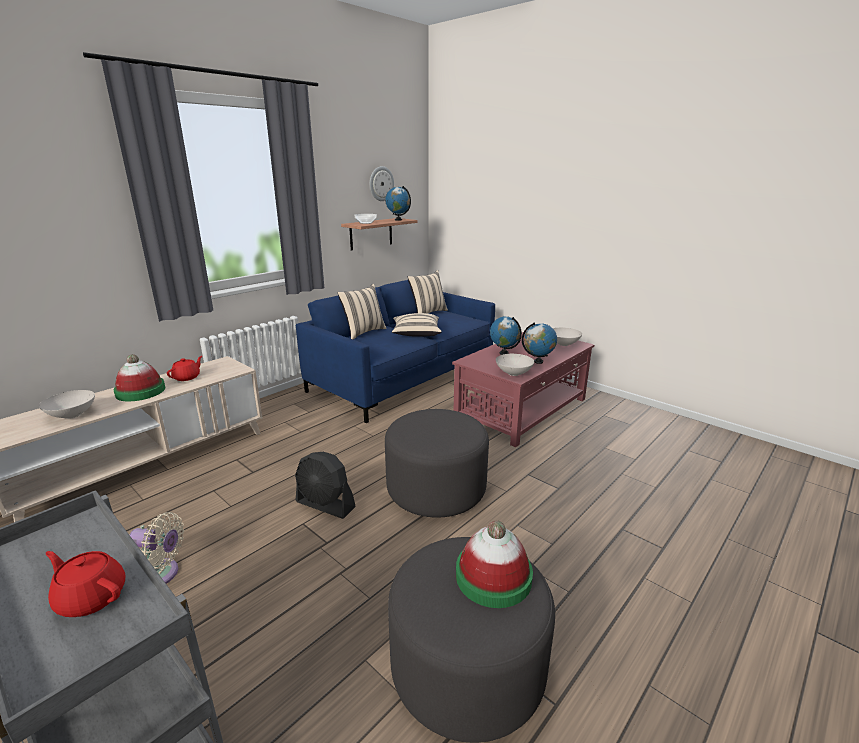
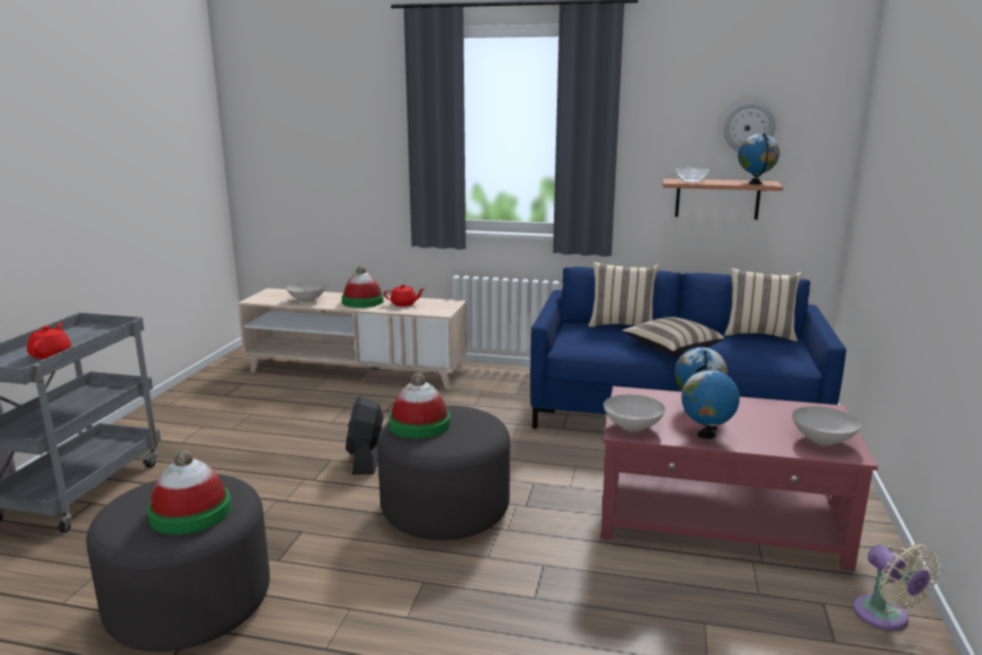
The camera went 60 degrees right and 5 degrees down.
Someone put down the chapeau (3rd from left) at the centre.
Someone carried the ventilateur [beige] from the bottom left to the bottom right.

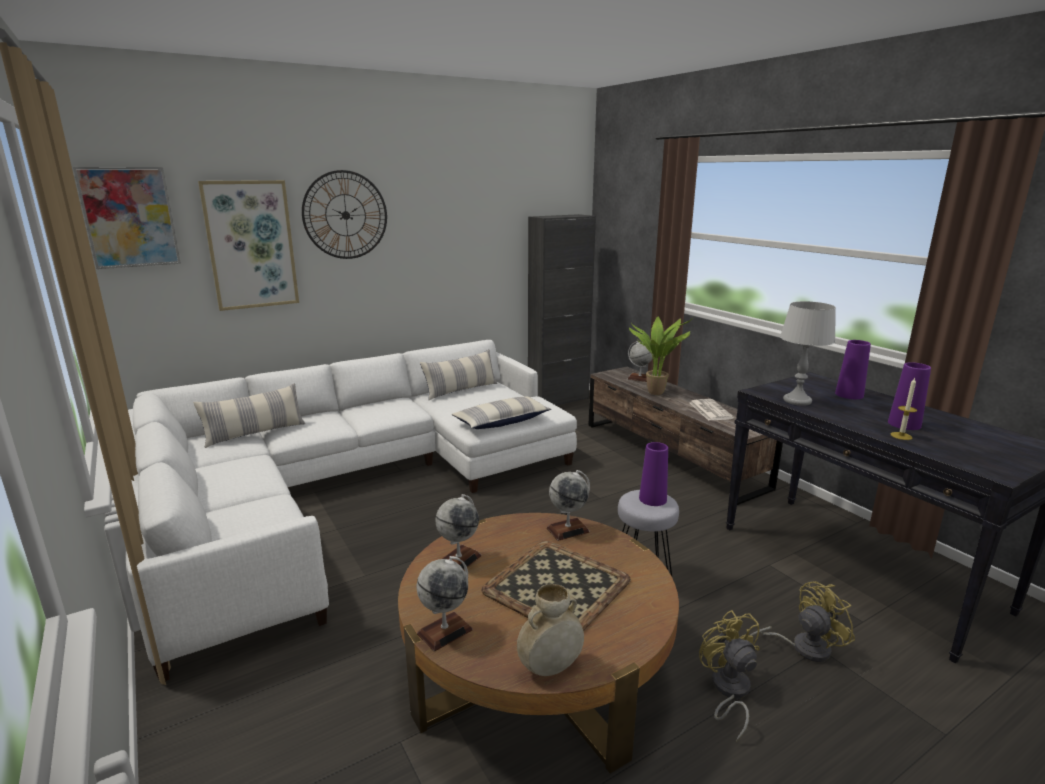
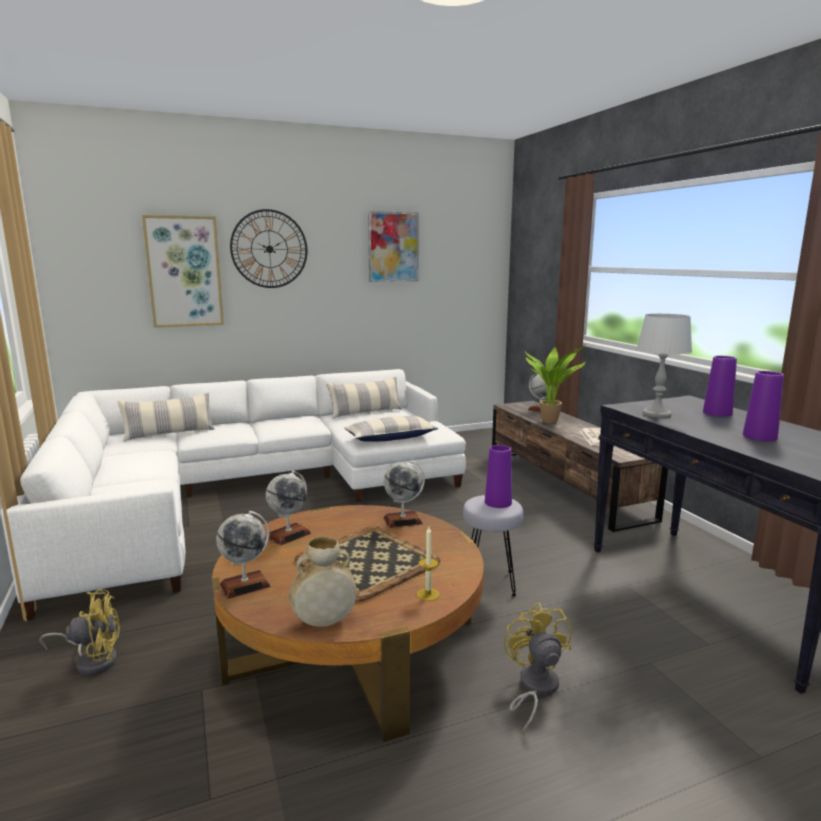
The camera went 10 degrees right and 5 degrees down.
Someone carried the ventilateur [jaune] (2nd from left in the first image) from the bottom right to the bottom left.
Someone carried the tableau (1st from left in the first image) from the top left to the top centre.
Someone carried the bougie from the middle right to the bottom centre.
Someone took away the meuble de rangement [noir] at the centre.

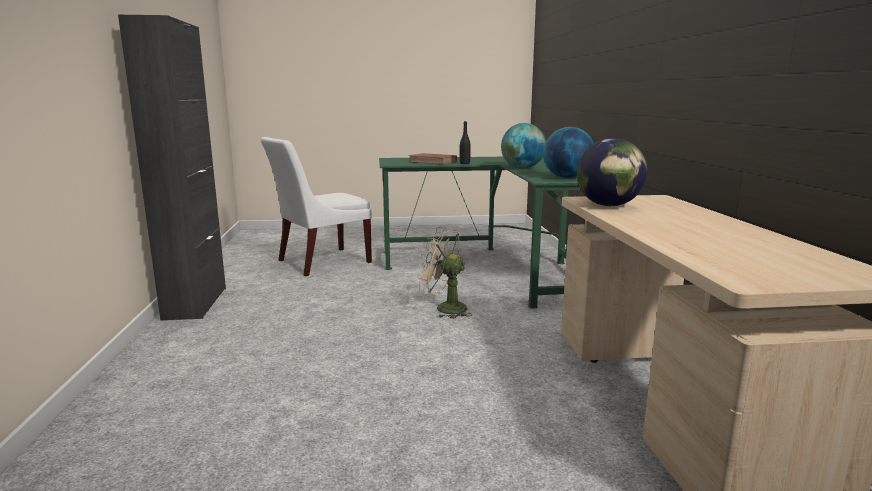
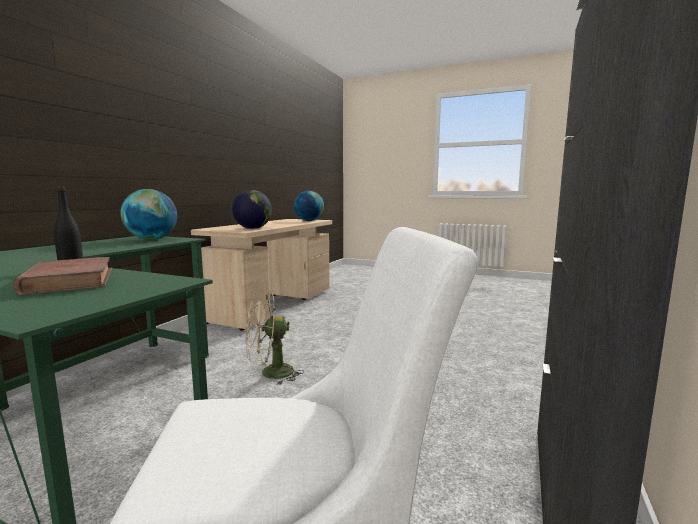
The camera went 150 degrees left and 5 degrees down.
Someone rotated the ventilateur [beige] at the centre by 105 degrees clockwise.
Someone carried the globe (1st from left in the first image) from the top centre to the centre.

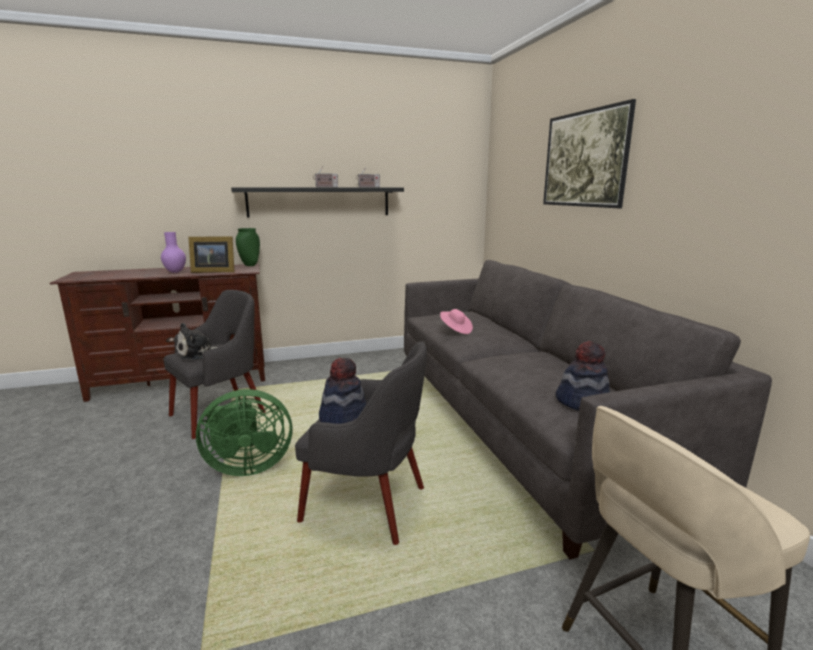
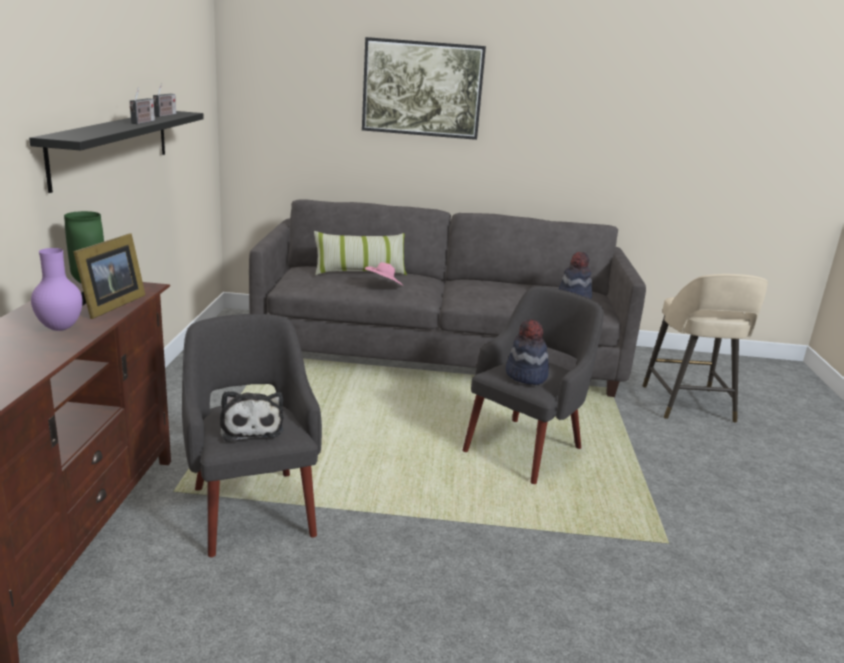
The camera went 70 degrees left and 5 degrees up.
Someone put down the coussin at the centre.
Someone took away the ventilateur [vert] at the middle left.

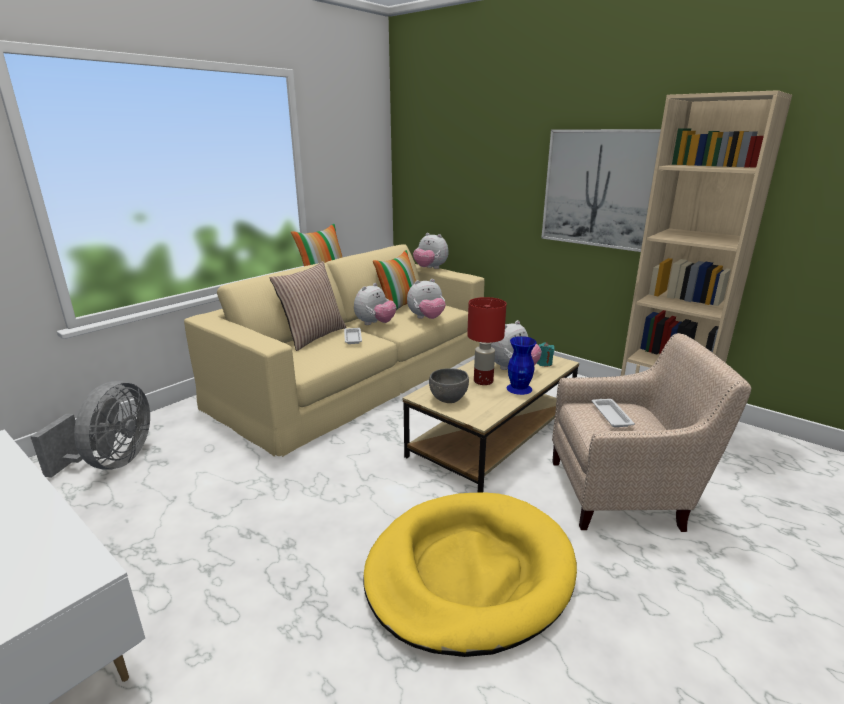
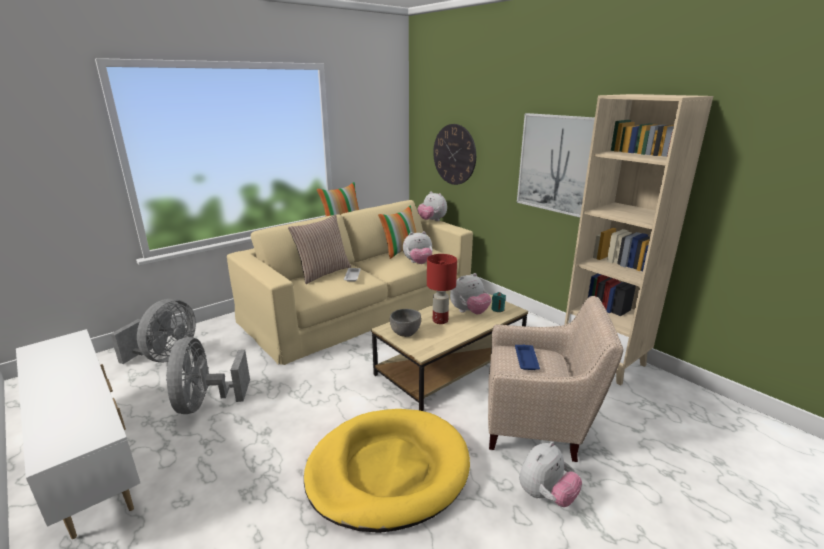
The camera went 10 degrees right and 0 degrees up.
Someone put down the ventilateur [gris] (2nd from left) at the bottom left.
Someone put up the horloge murale at the top centre.
Someone repainted the plateau [blanc] (2nd from left) at the middle right, which became the plateau [bleu] at the centre.
Someone carried the peluche (1st from left in the first image) from the centre to the bottom right.
Someone took away the vase [bleu] at the centre.

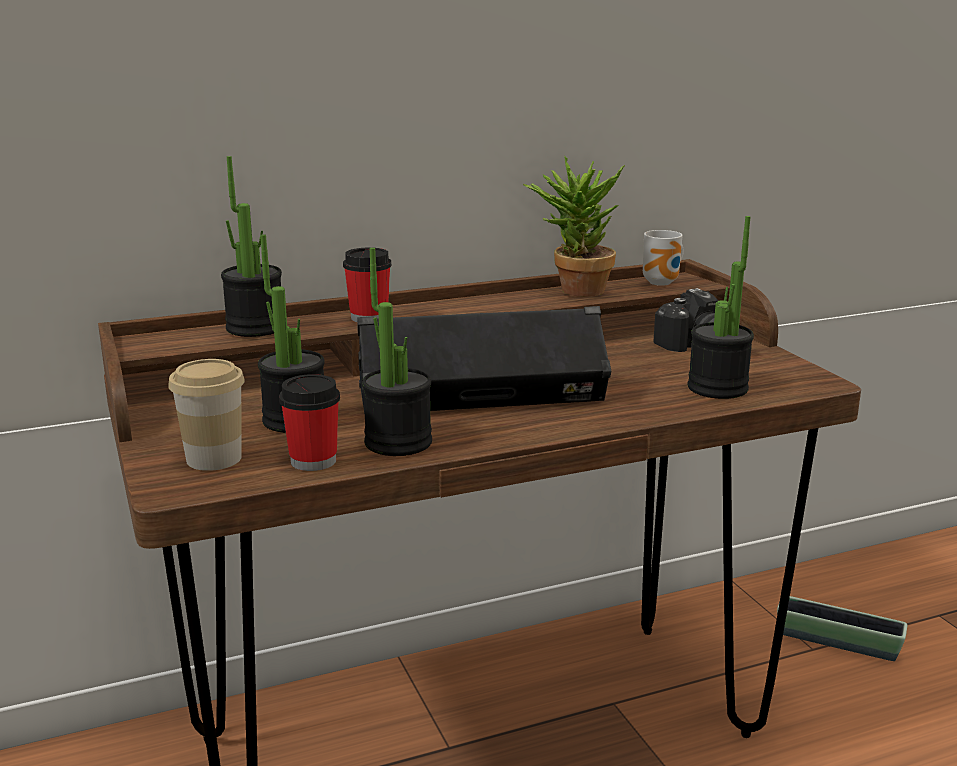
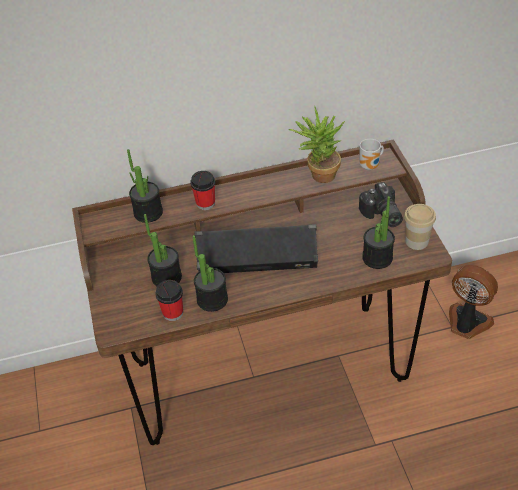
The camera went 10 degrees right and 25 degrees up.
Someone carried the tasse (1st from left in the first image) from the middle left to the middle right.
Someone swapped the cache-pot at the bottom right for the ventilateur at the middle right.

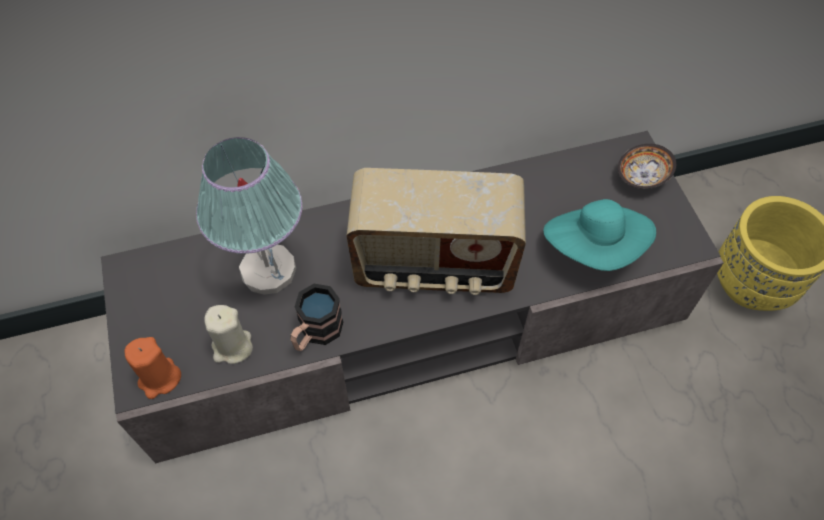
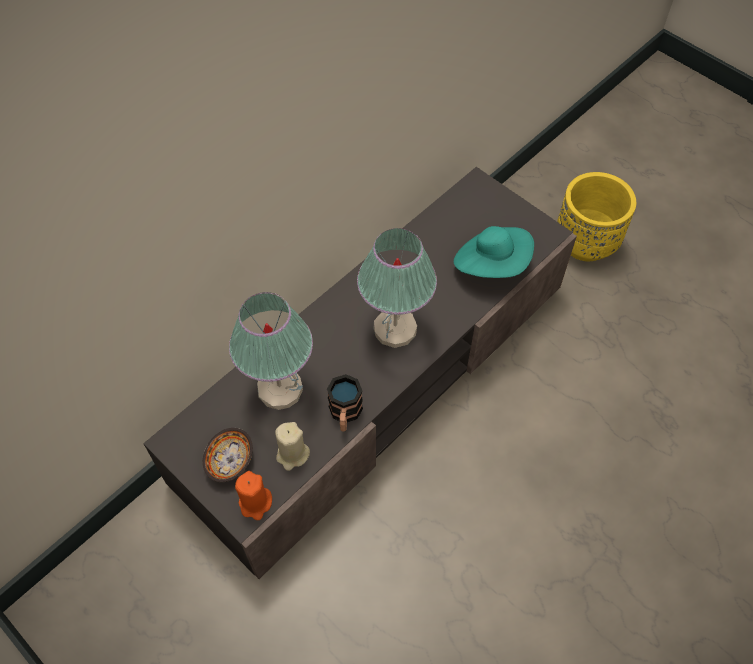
The camera went 30 degrees left and 0 degrees up.
Someone carried the bol from the top right to the bottom left.
Someone swapped the radio at the centre for the lampe de table (2nd from left) at the centre.

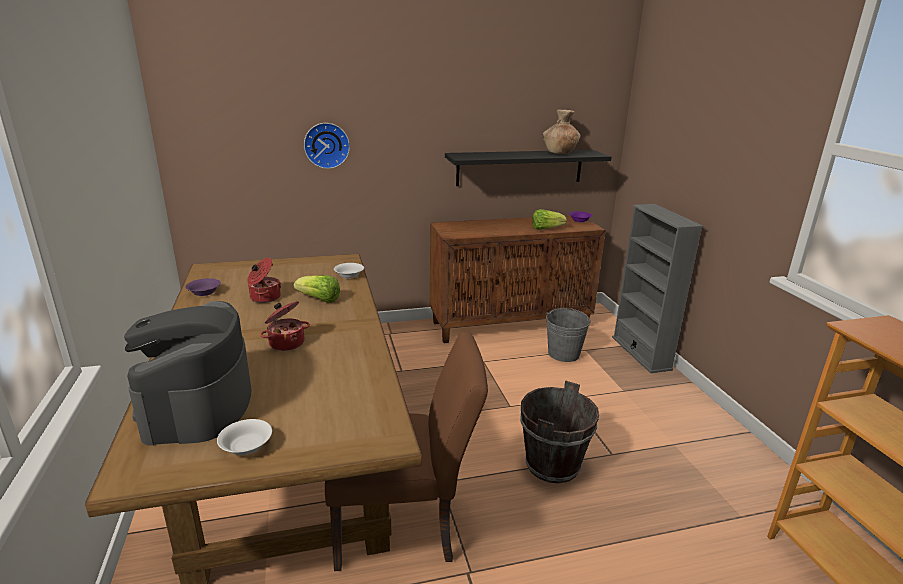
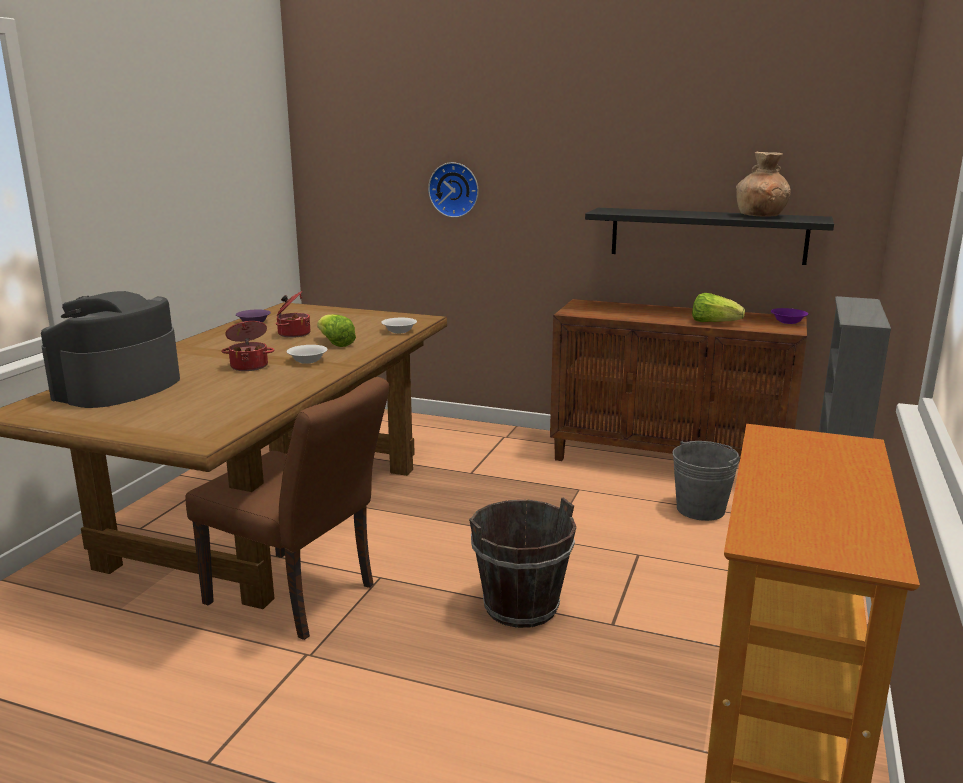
The camera went 35 degrees right and 5 degrees down.
Someone carried the bol [blanc] (1st from left) from the bottom left to the middle left.

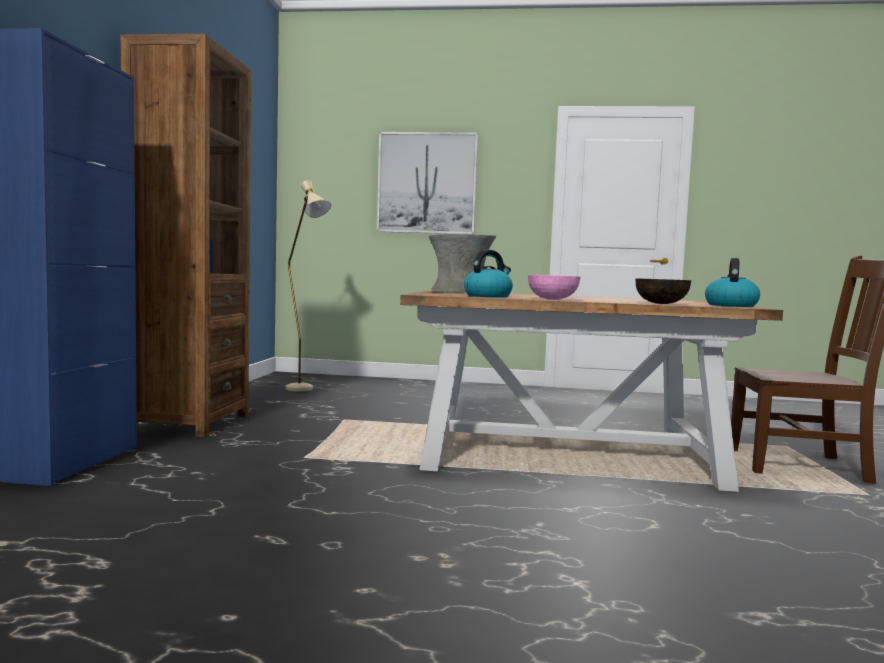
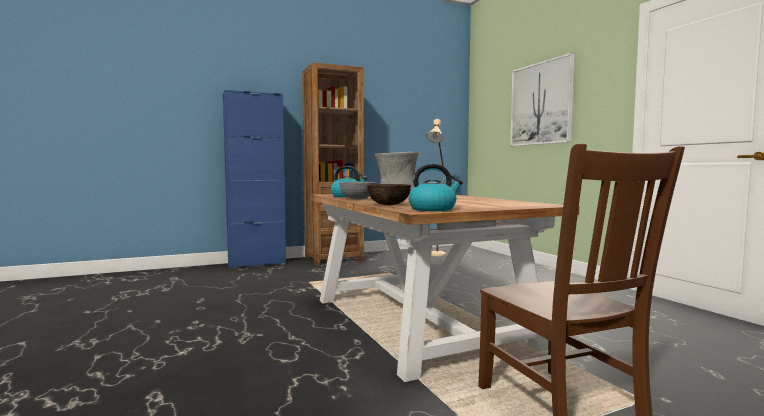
The camera went 60 degrees right and 0 degrees up.
Someone repainted the bol [rose] at the centre, which became the bol [gris] at the centre.

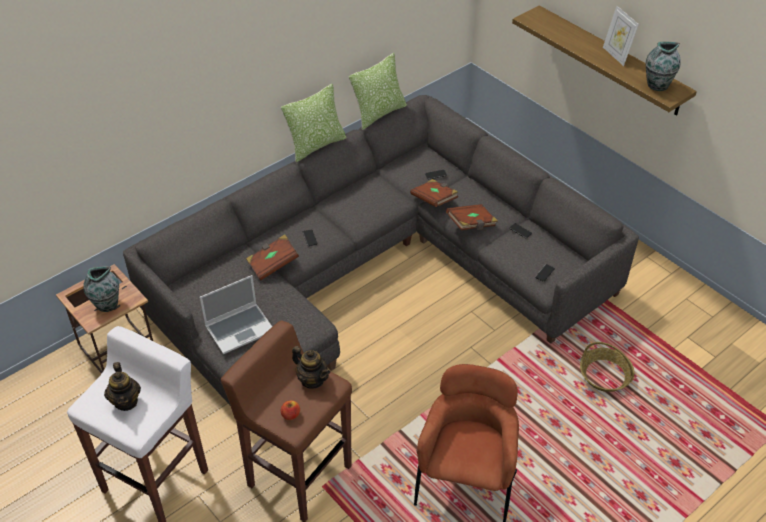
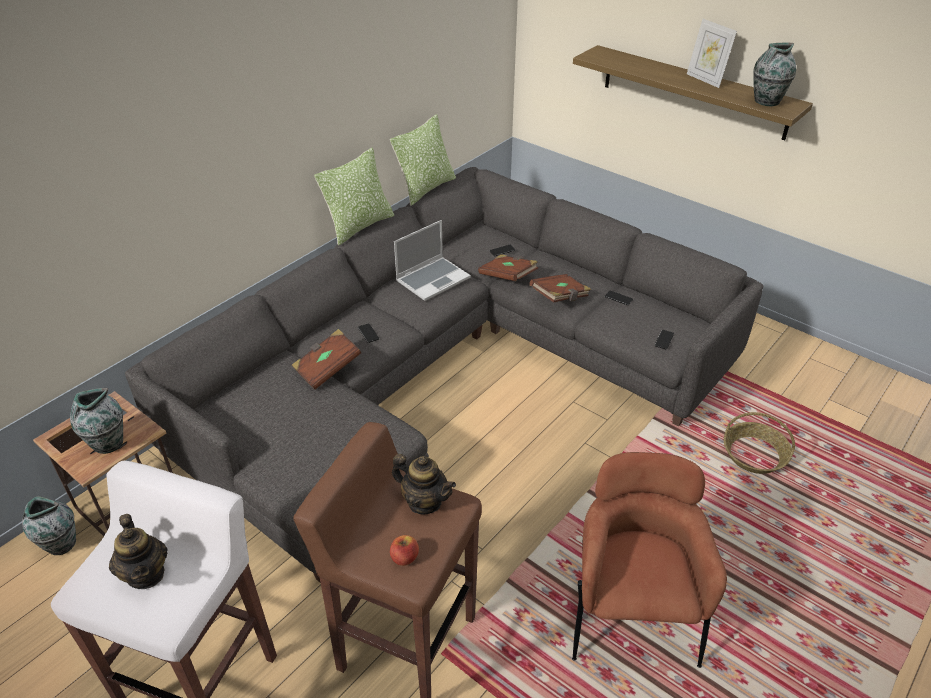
The camera went 10 degrees left and 5 degrees down.
Someone put down the vase (1st from left) at the bottom left.
Someone carried the ordinateur portable from the middle left to the centre.

